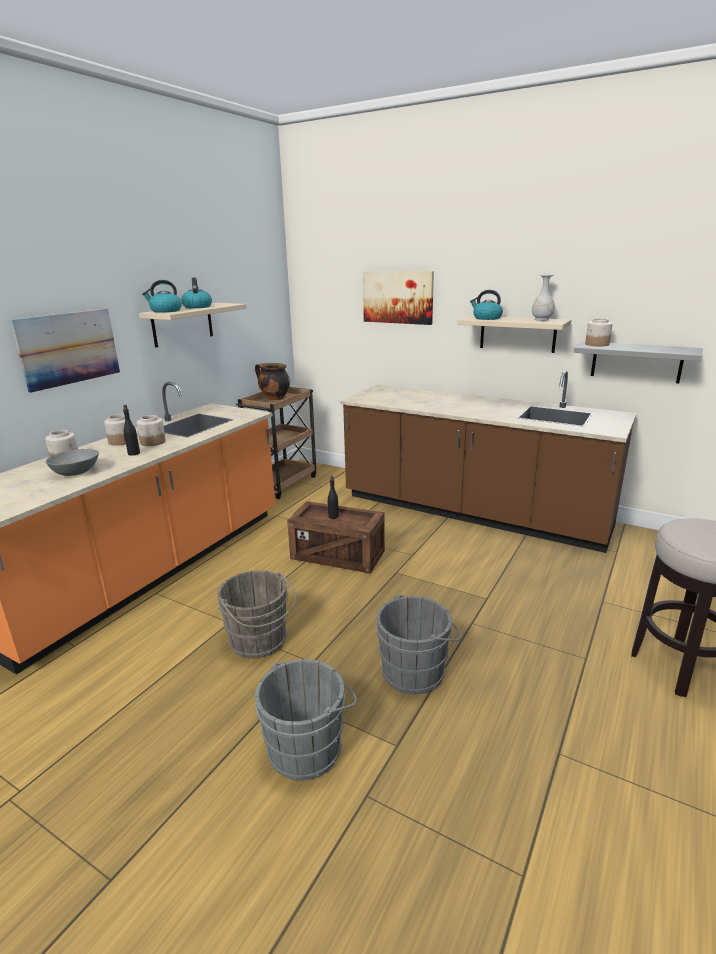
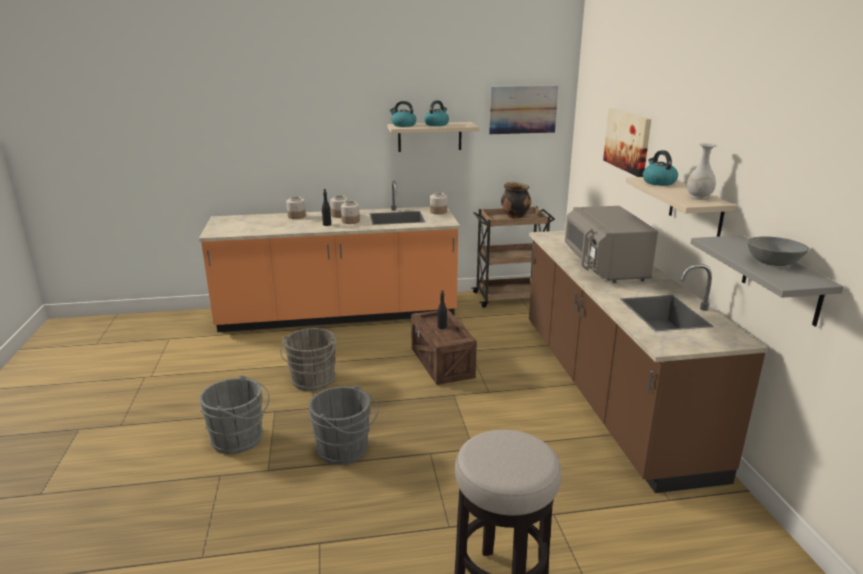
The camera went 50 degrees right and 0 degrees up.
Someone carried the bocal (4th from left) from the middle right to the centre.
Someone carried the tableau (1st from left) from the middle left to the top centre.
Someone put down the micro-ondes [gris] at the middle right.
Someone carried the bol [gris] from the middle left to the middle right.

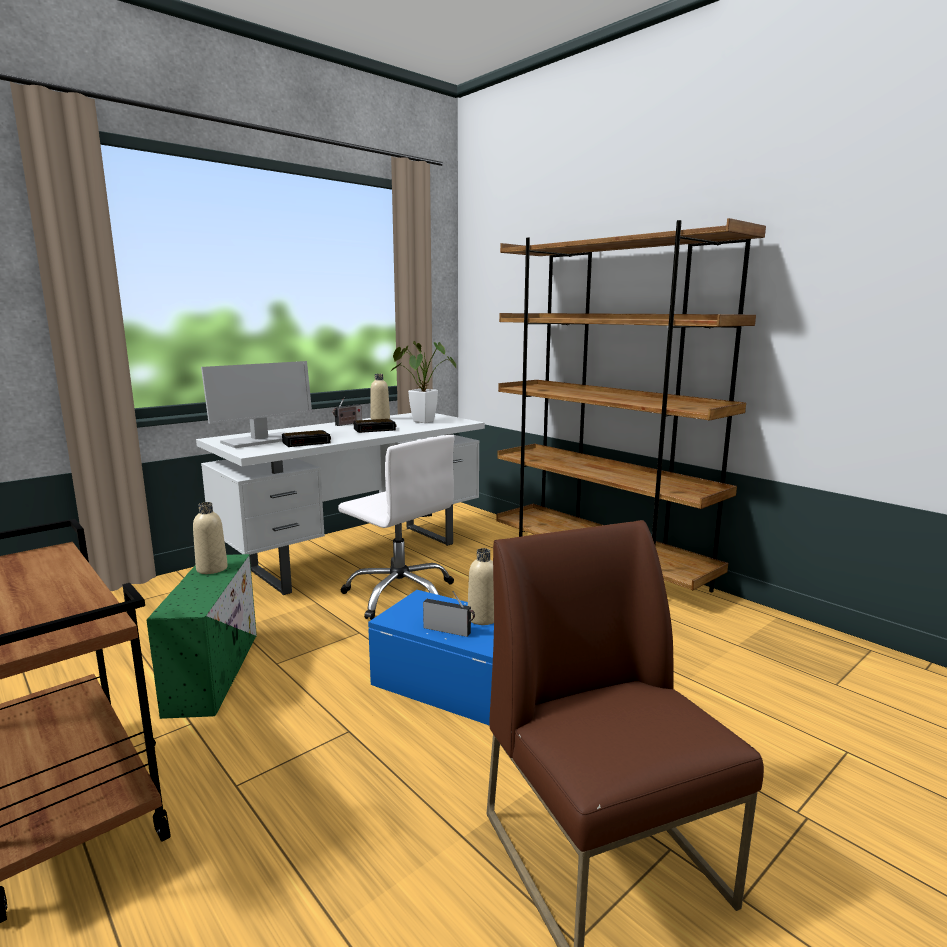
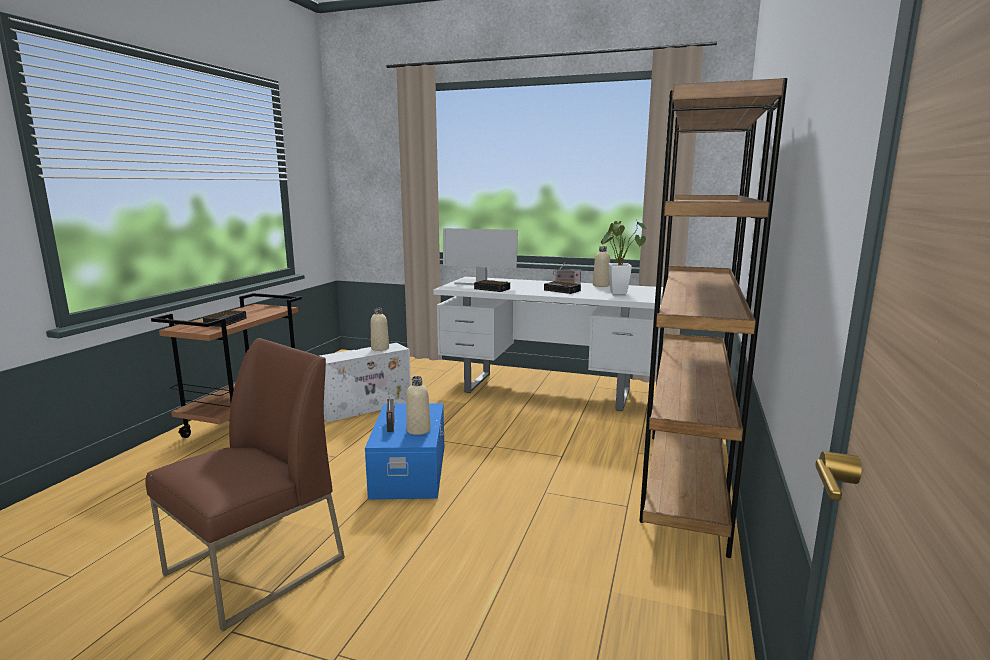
The camera went 60 degrees right and 0 degrees up.
Someone put down the réveil (1st from left) at the middle left.
Someone repainted the boîte de rangement [vert] at the bottom left, which became the boîte de rangement [blanc] at the centre.
Someone took away the chaise de bureau [blanc] at the centre.

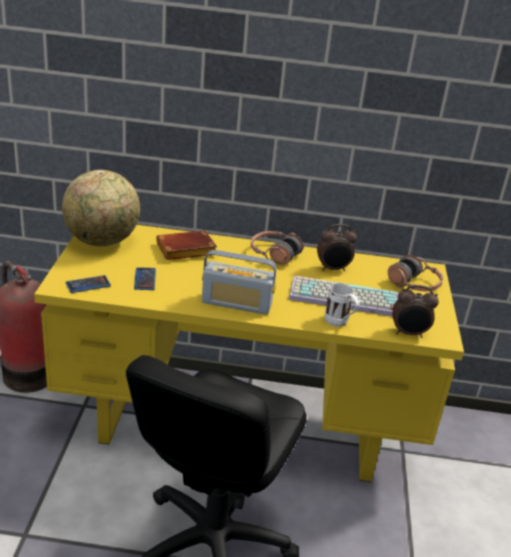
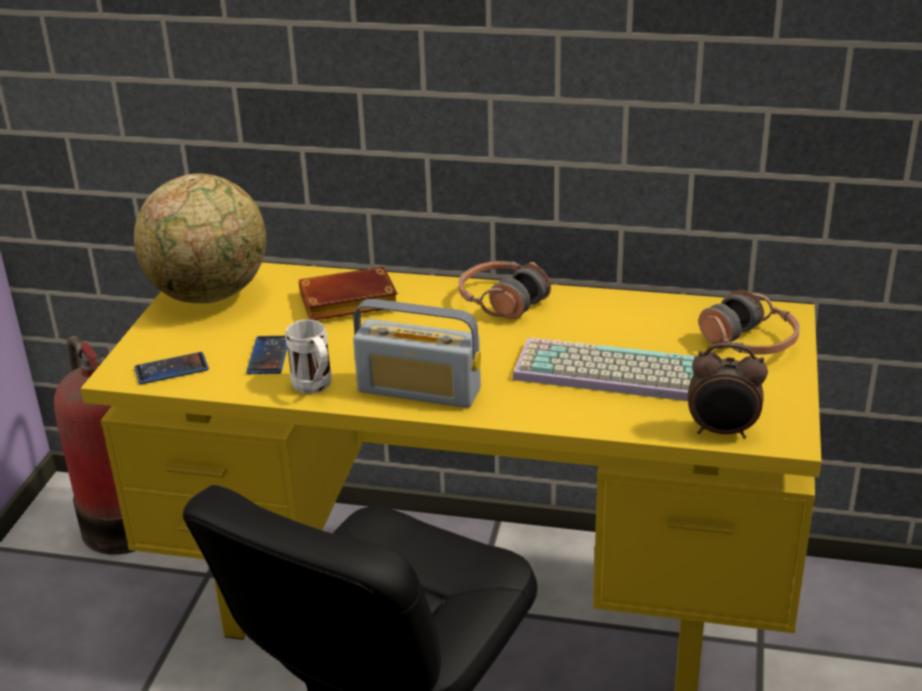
The camera went 10 degrees right and 0 degrees up.
Someone carried the mug [blanc] from the middle right to the centre.
Someone took away the réveil (1st from left) at the centre.

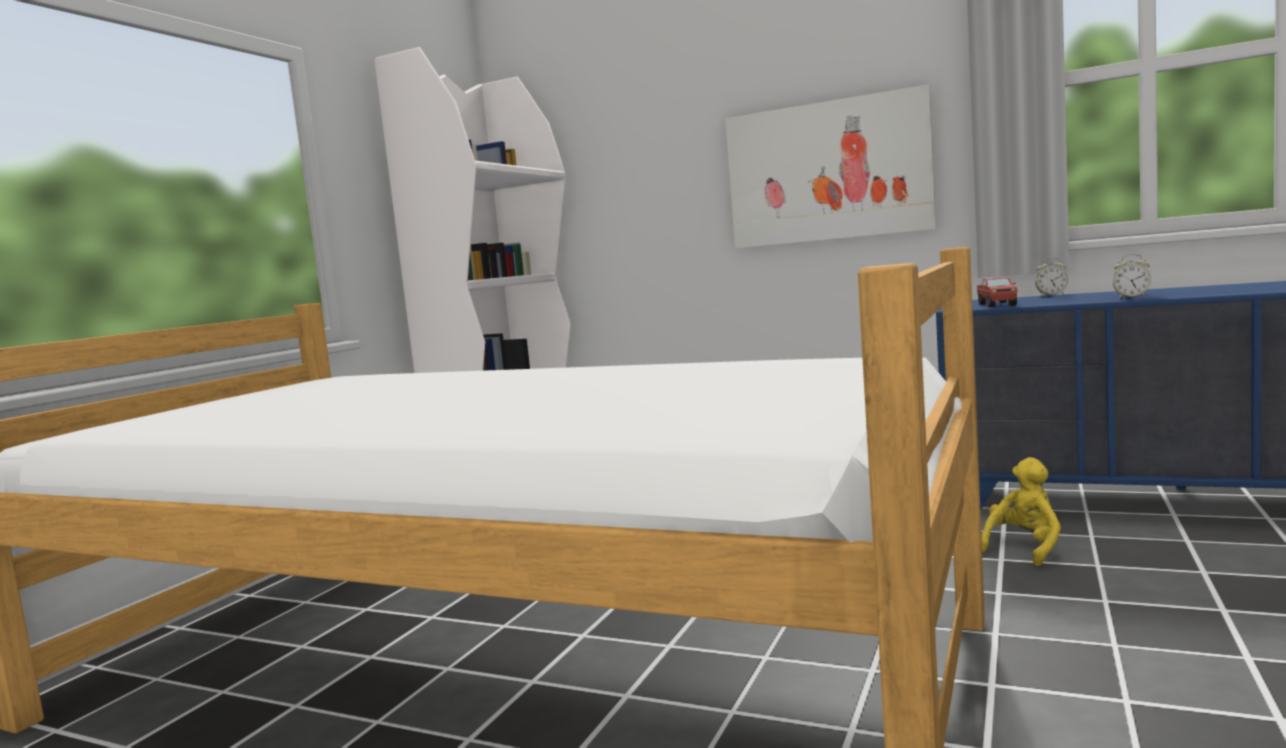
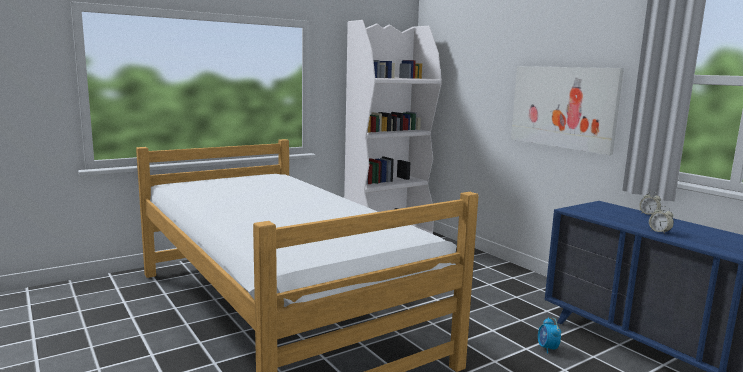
The camera went 30 degrees right and 5 degrees up.
Someone swapped the peluche [jaune] at the bottom right for the réveil (1st from left) at the bottom right.
Someone took away the camion jouet at the middle right.

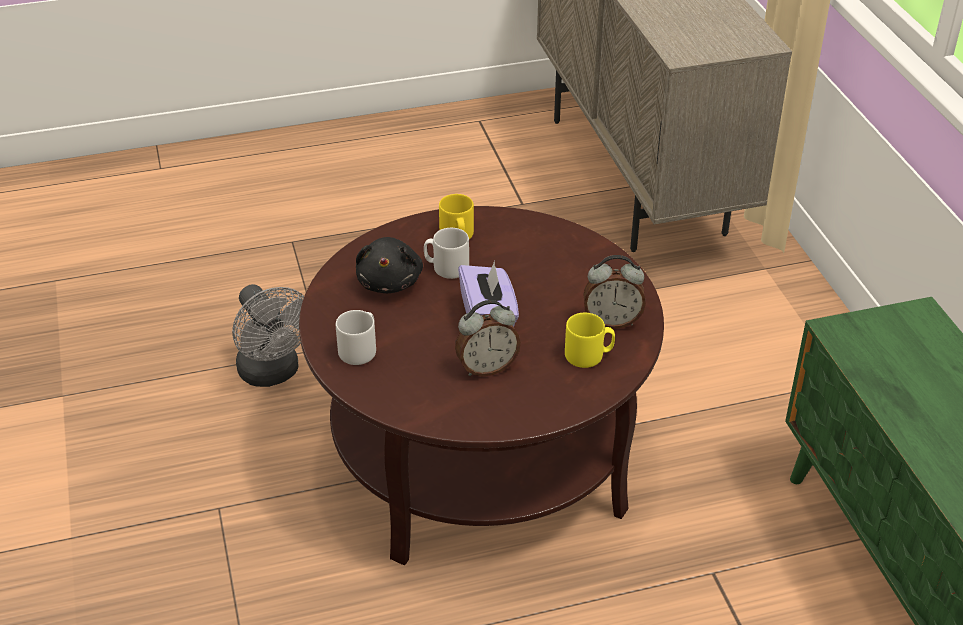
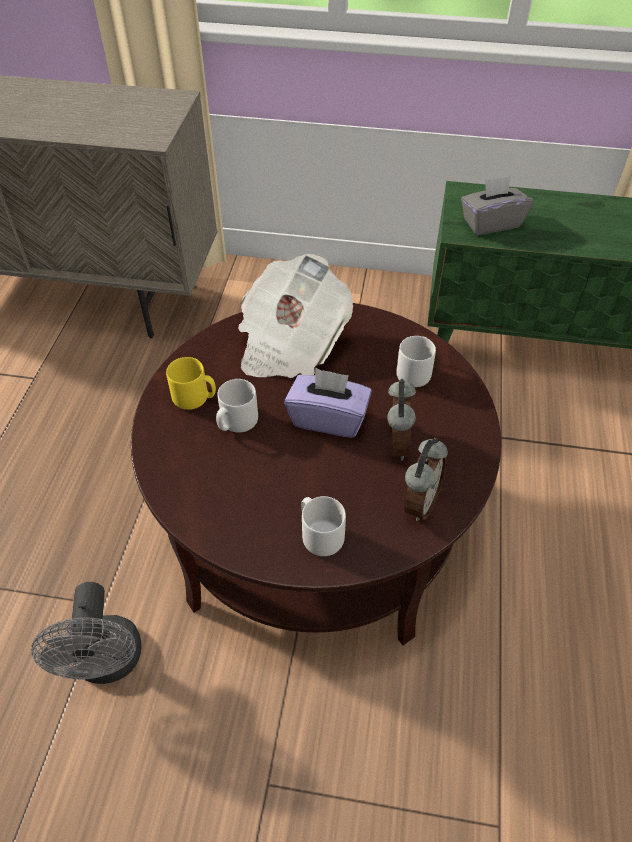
The camera went 65 degrees left and 10 degrees up.
Someone rotated the ventilateur [gris] at the middle left by 90 degrees clockwise.
Someone put down the journal at the centre.
Someone repainted the mug [jaune] (2nd from left) at the centre, which became the mug [gris] (3rd from left) at the centre.
Someone carried the réveil (2nd from left) from the centre to the middle right.
Someone put down the boîte à mouchoirs [gris] at the top right.
Someone took away the peluche [noir] at the centre.

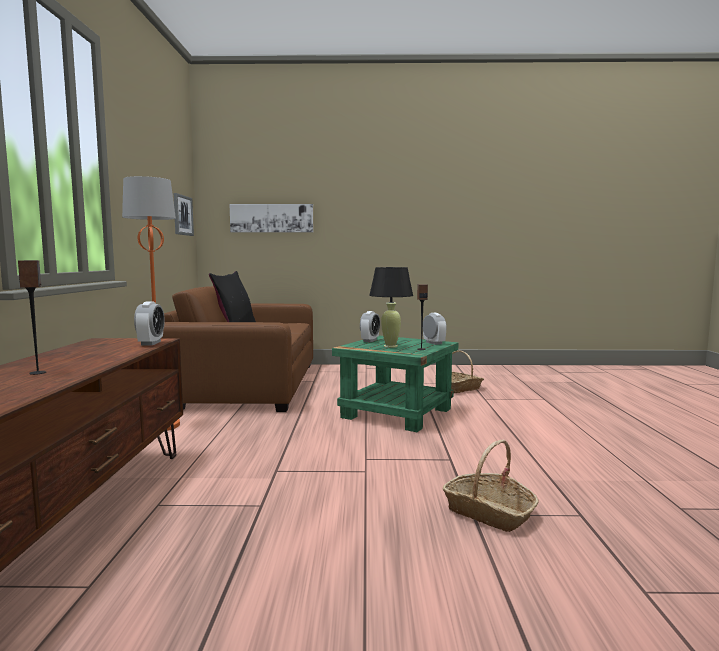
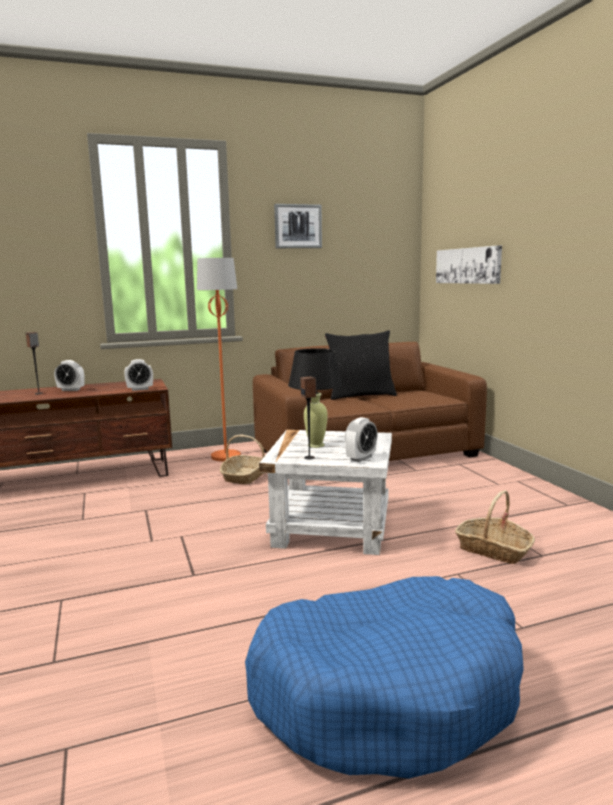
The camera went 70 degrees right and 5 degrees up.
Someone carried the réveil (2nd from left in the first image) from the centre to the middle left.
Someone carried the panier (2nd from left in the first image) from the bottom right to the centre.
Someone put down the panier pour chien [bleu] at the bottom centre.
Someone repainted the table d'appoint [vert] at the centre, which became the table d'appoint [blanc] at the centre.
Someone carried the tableau (1st from left) from the top left to the top centre.

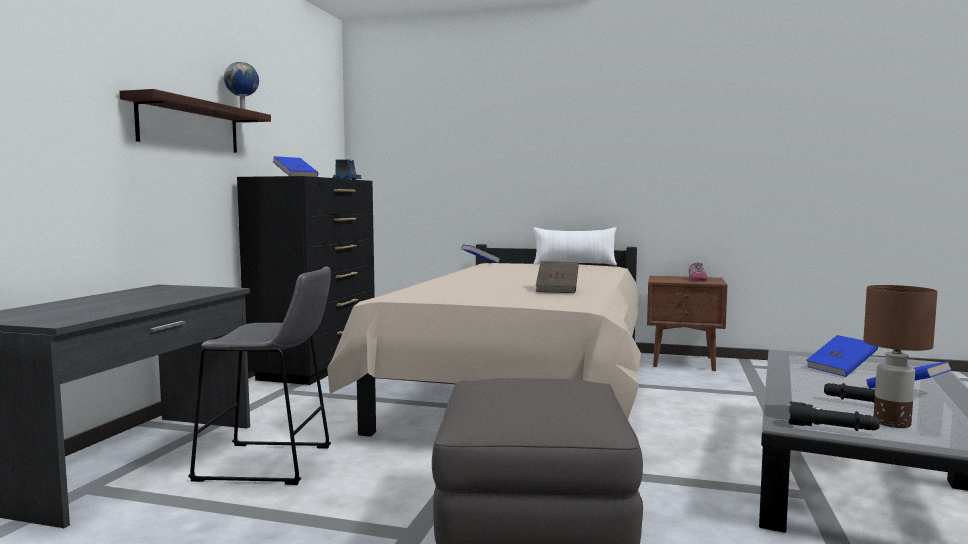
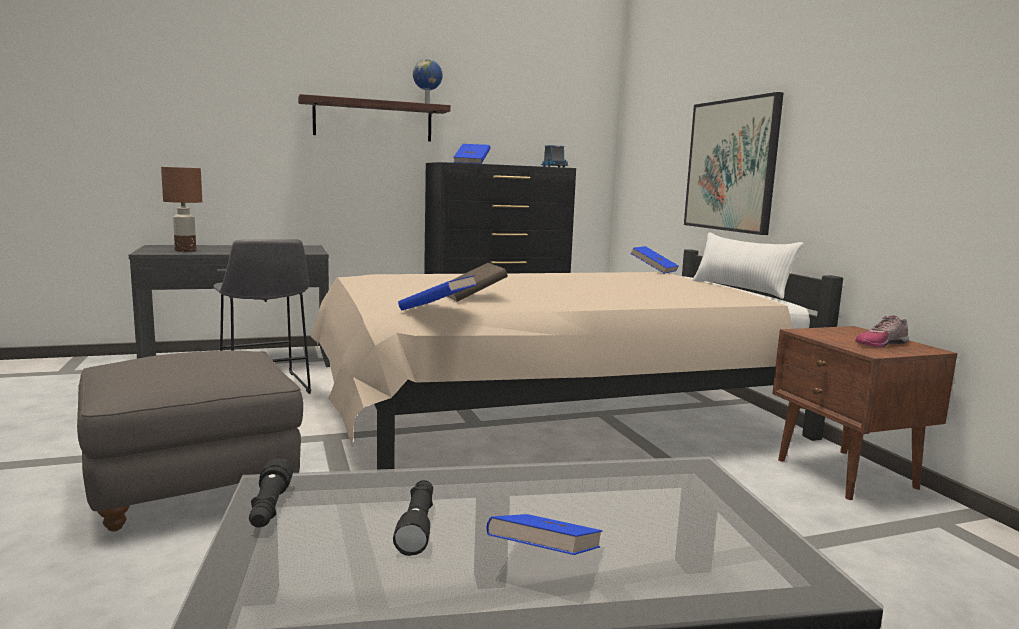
The camera went 55 degrees right and 5 degrees up.
Someone carried the lampe de table [marron] from the middle right to the top left.
Someone carried the livre [bleu] (3rd from left in the first image) from the middle right to the centre.
Someone put up the tableau at the top right.

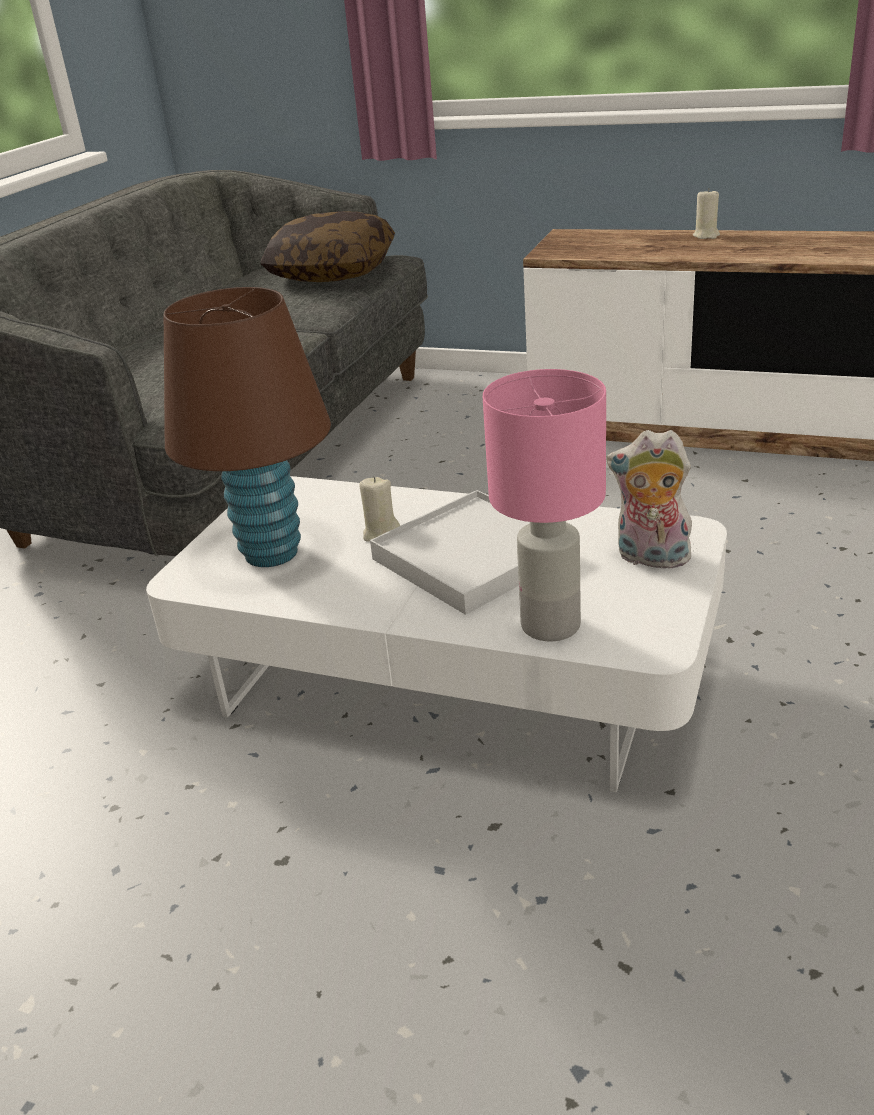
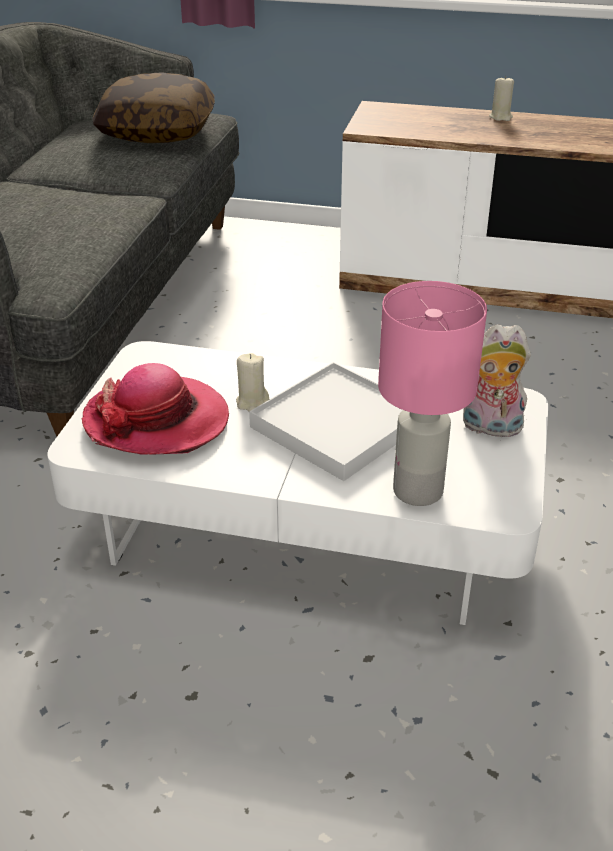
The camera went 10 degrees left and 5 degrees up.
Someone swapped the lampe de table [marron] at the middle left for the chapeau at the middle left.

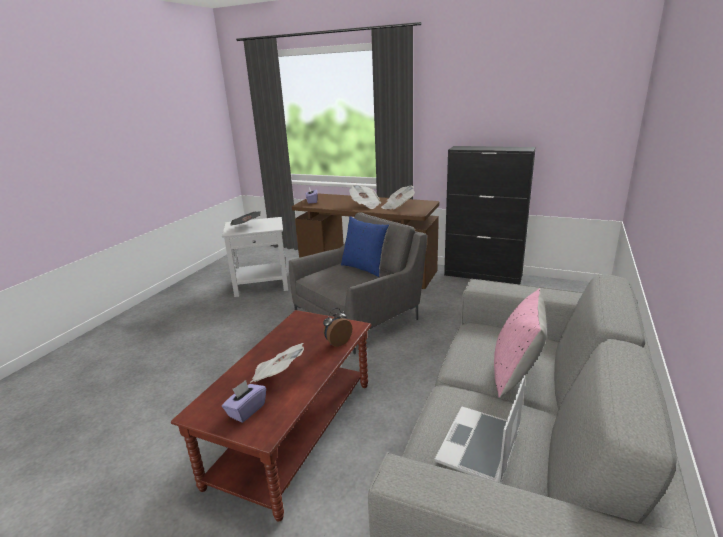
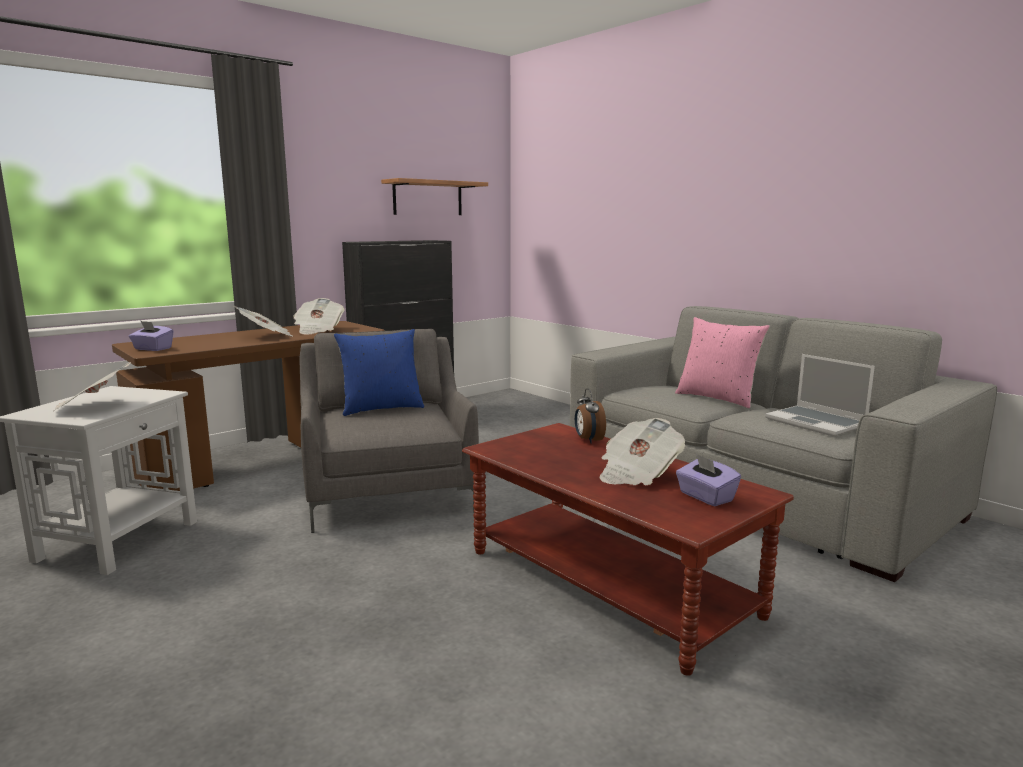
The camera went 65 degrees left and 10 degrees down.
Someone put up the étagère at the top centre.

